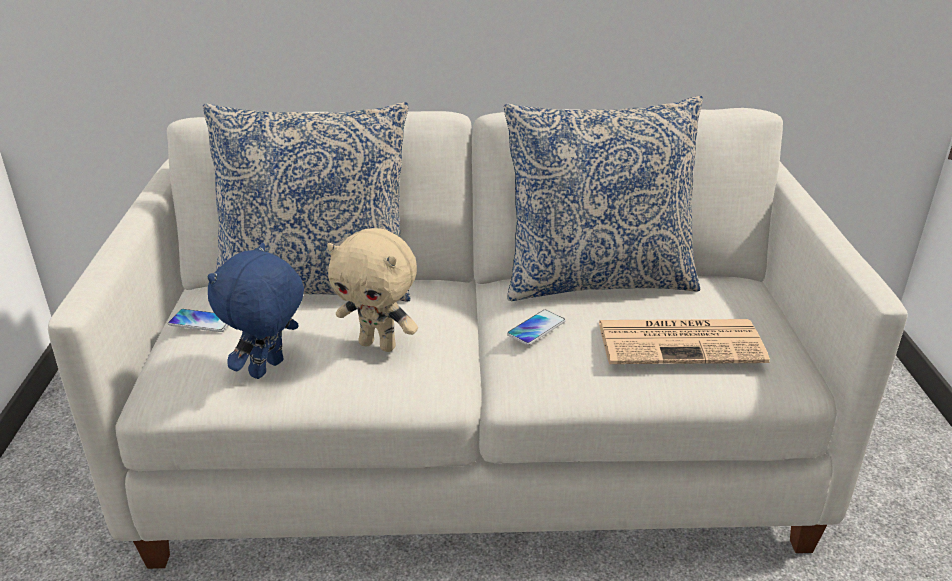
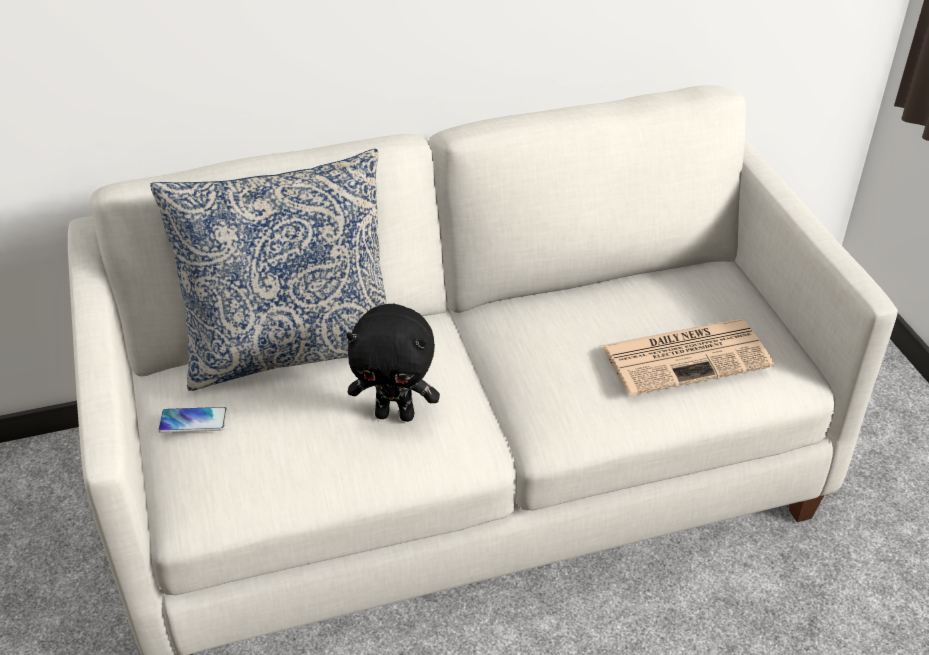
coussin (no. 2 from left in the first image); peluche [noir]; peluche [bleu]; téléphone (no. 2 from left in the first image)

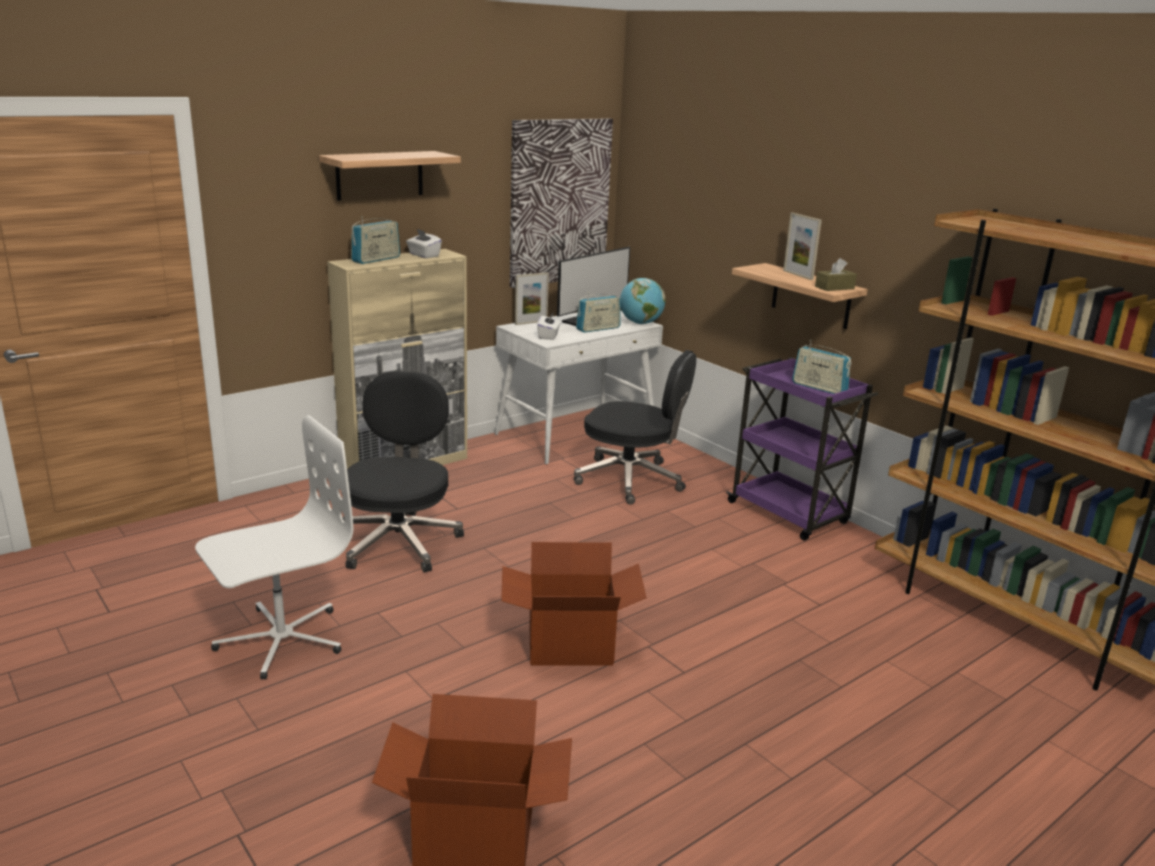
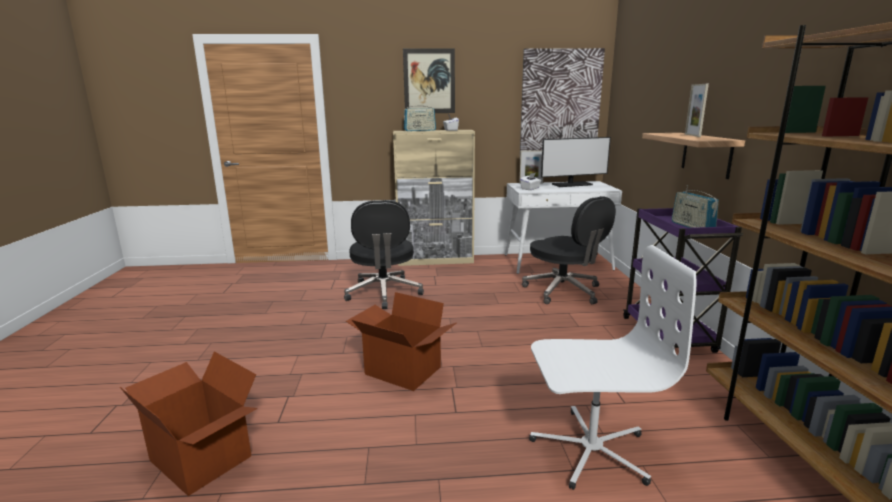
tableau (no. 1 from left); boîte à mouchoirs [marron]; globe; radio (no. 2 from left in the first image); chaise de bureau [noir] (no. 1 from left); chaise de bureau [blanc]

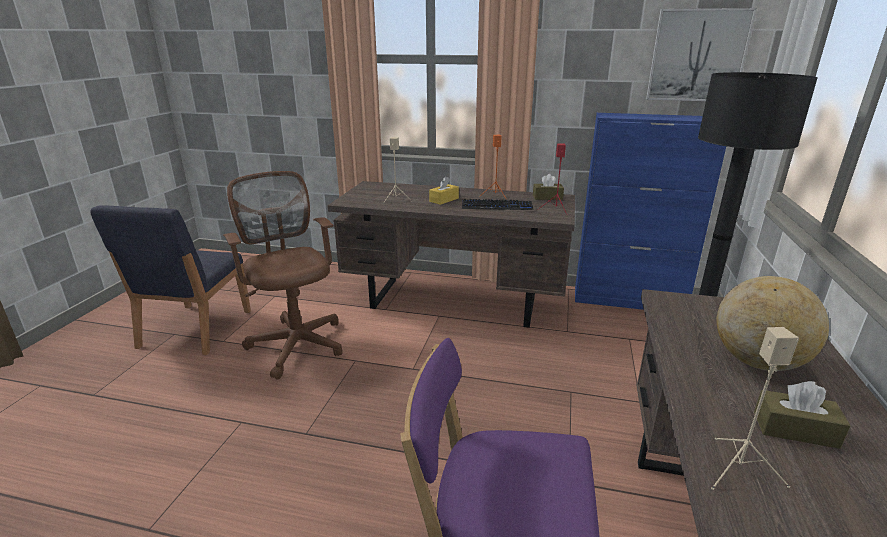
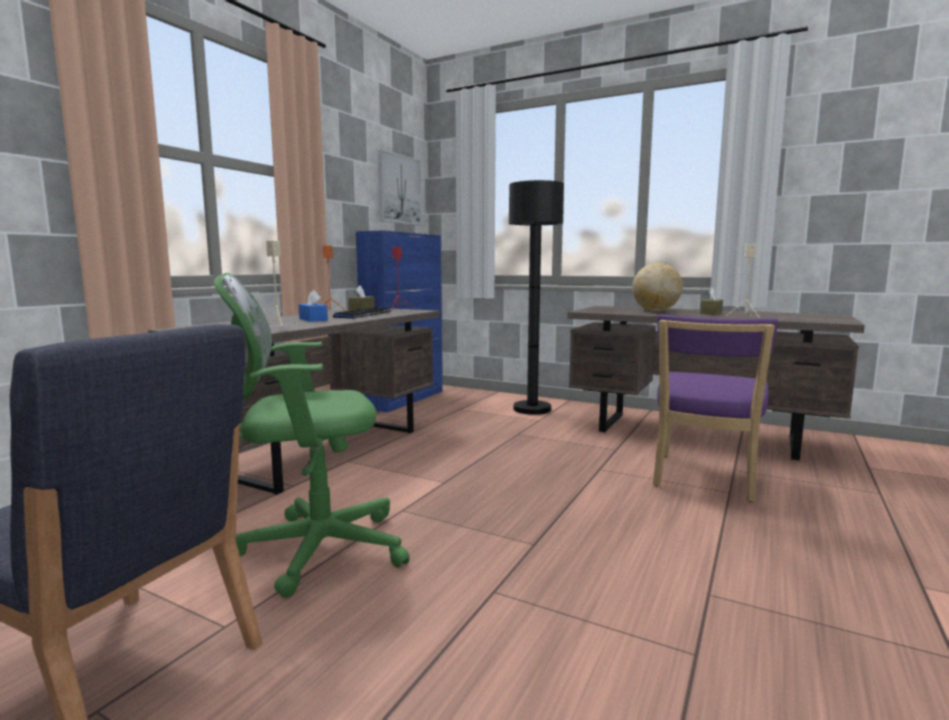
chaise de bureau [vert]; boîte à mouchoirs [bleu]

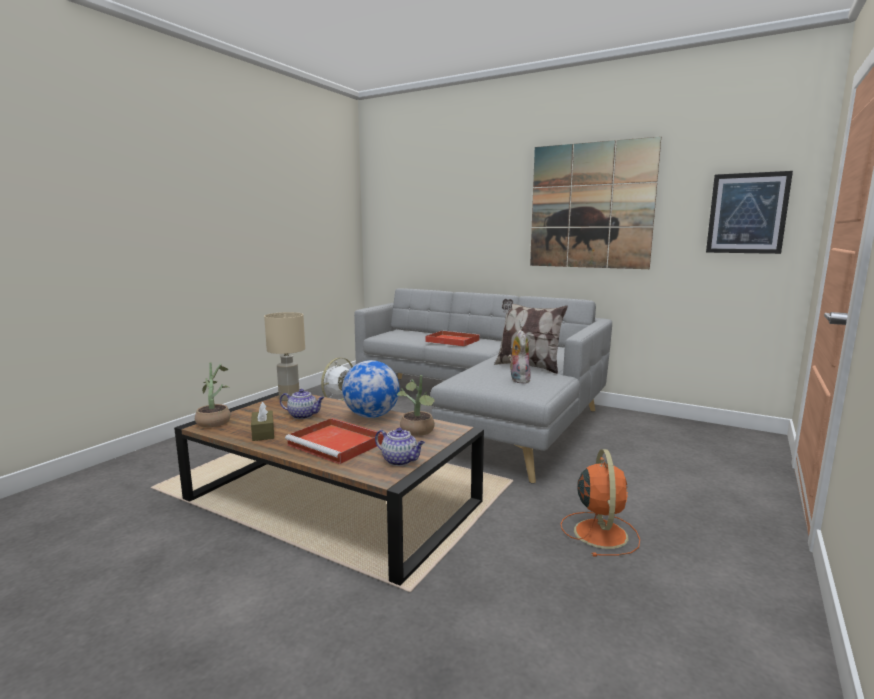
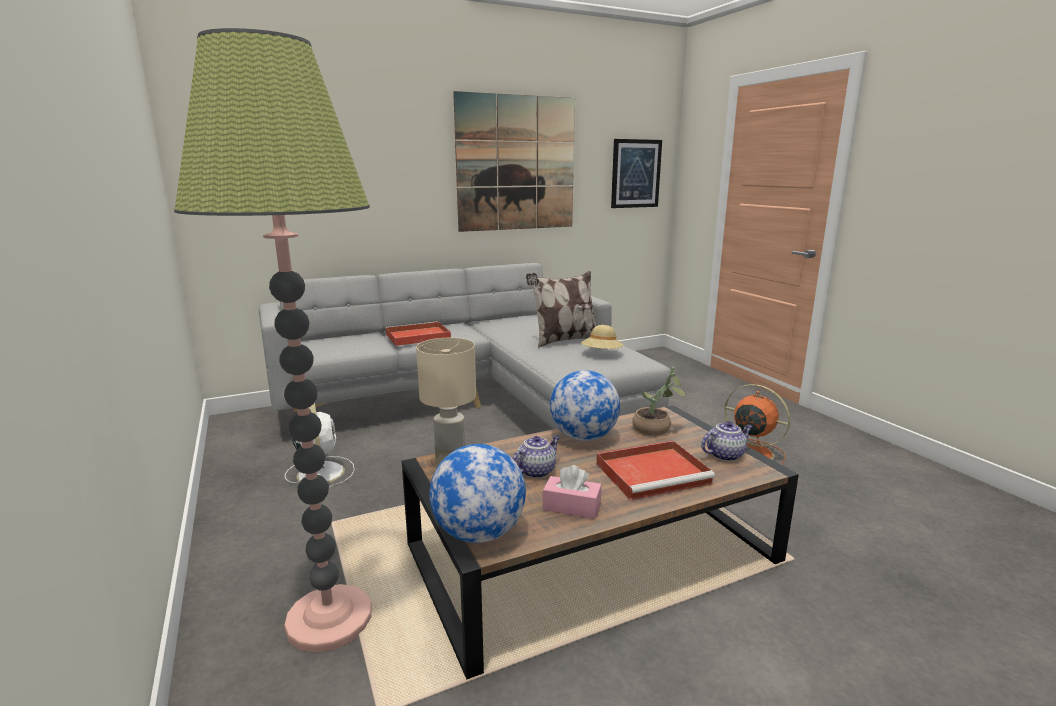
chapeau [beige]; globe (no. 1 from left); boîte à mouchoirs [rose]; lampadaire

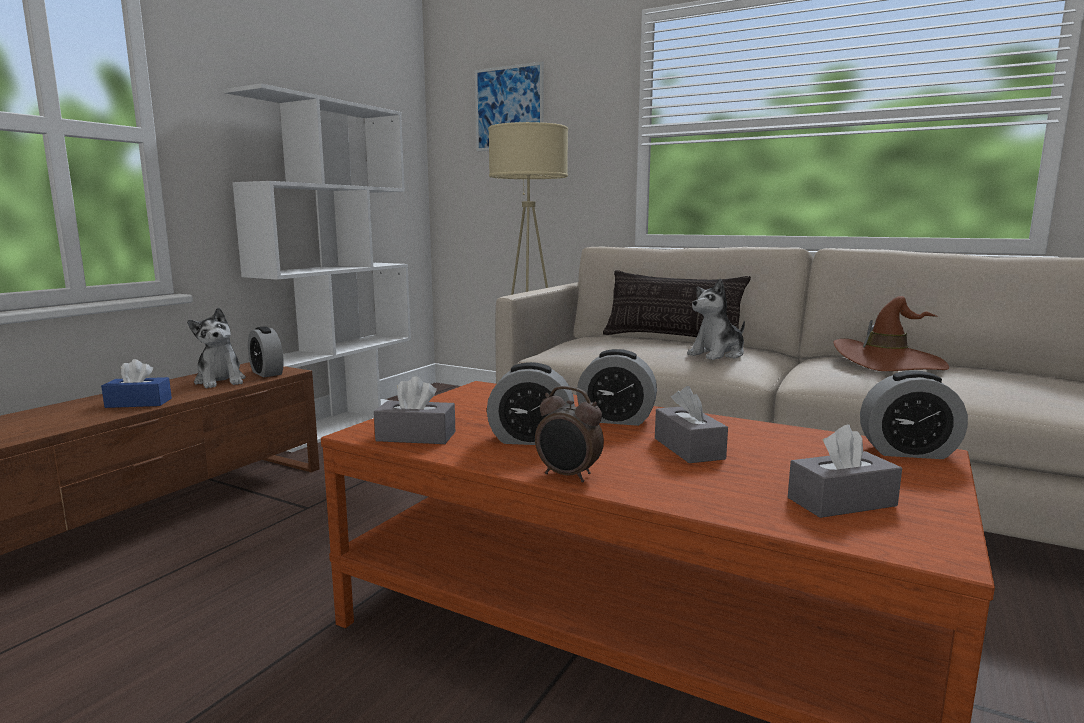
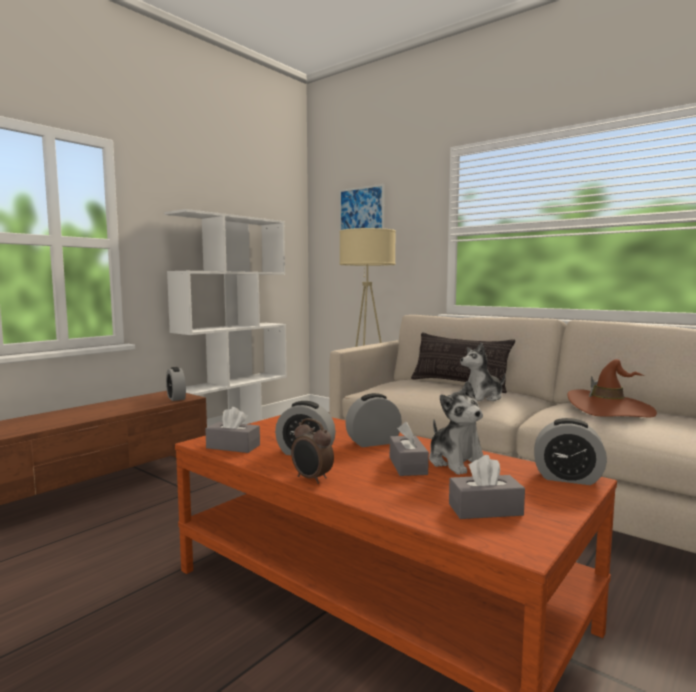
peluche (no. 1 from left); réveil (no. 4 from left); boîte à mouchoirs [bleu]

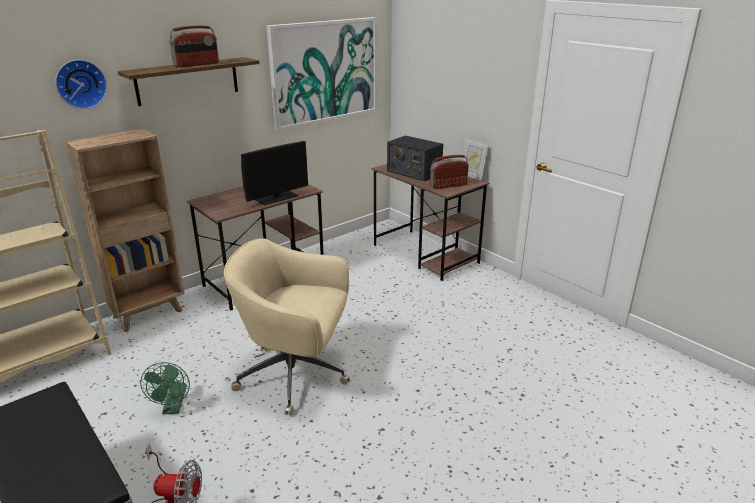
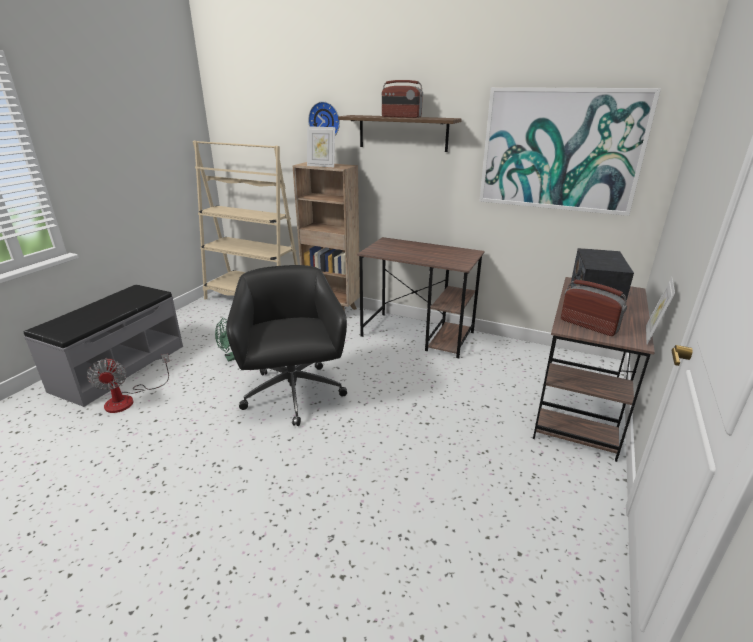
écran d'ordinateur; chaise de bureau [noir]; cadre photo (no. 1 from left)

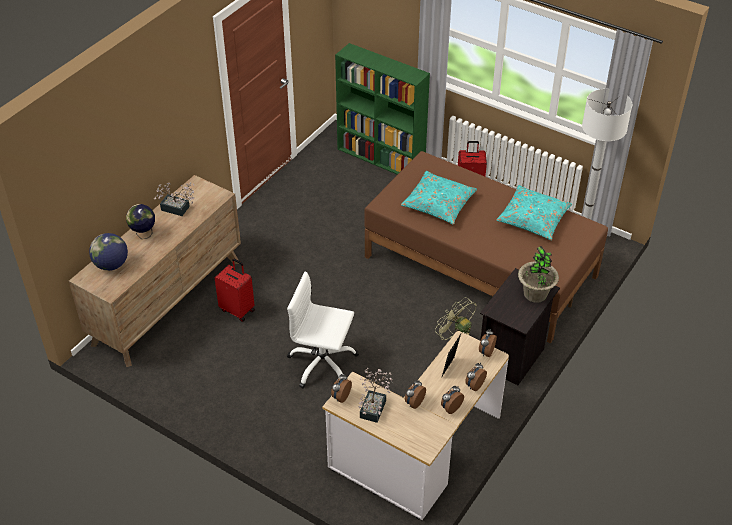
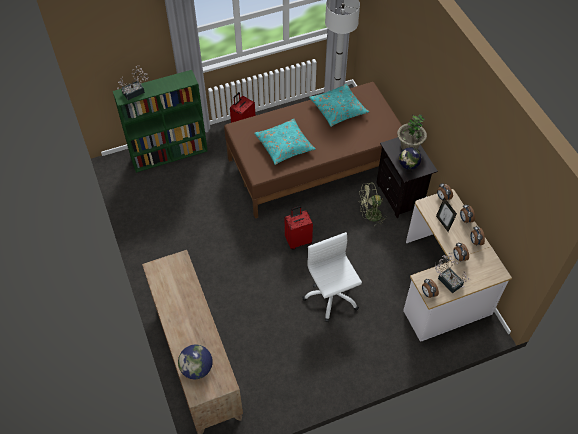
plante en pot (no. 1 from left); globe (no. 2 from left); valise [rouge] (no. 2 from left); chaise de bureau [blanc]

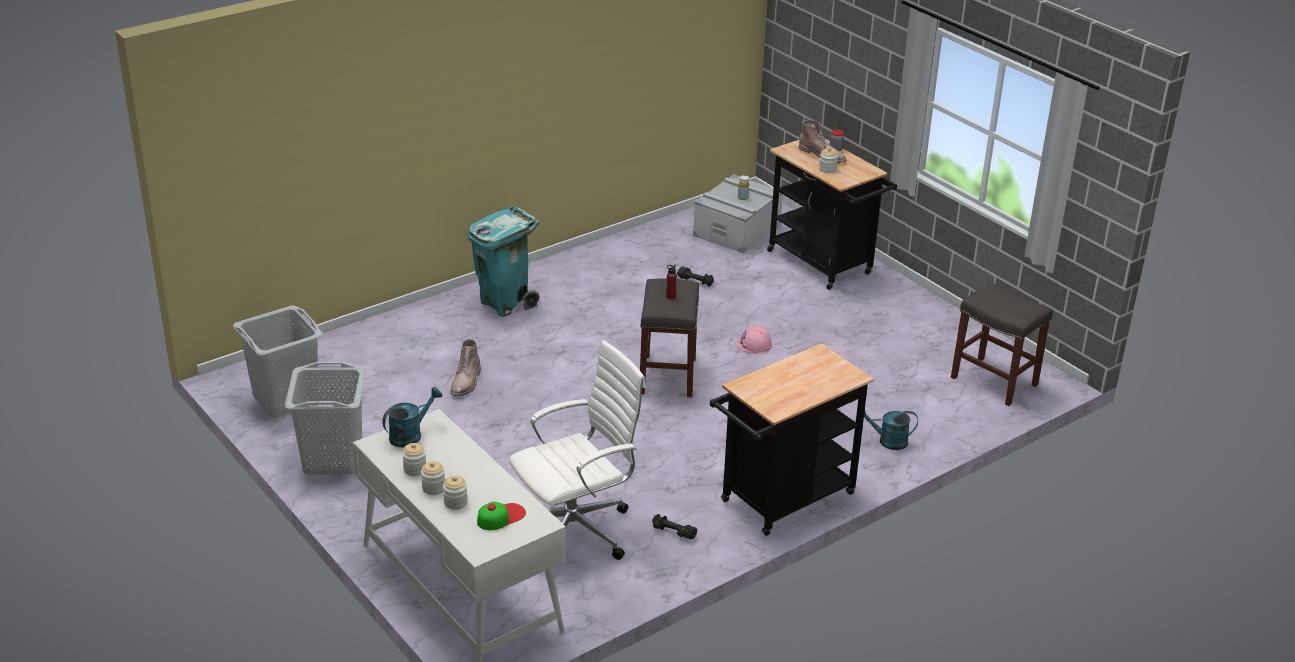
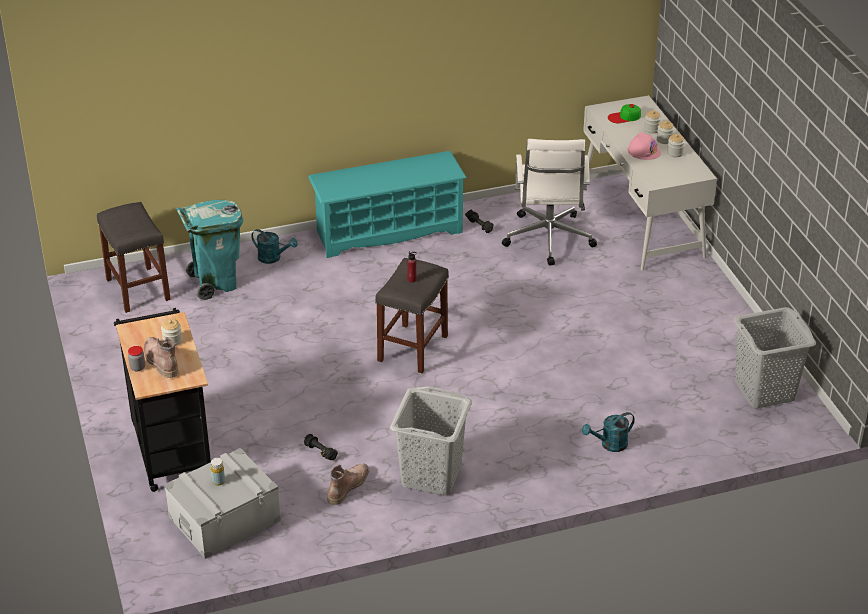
poubelle [turquoise]; casque de chantier [rose]; botte [marron] (no. 2 from left); chaise de bureau [blanc]; étagère à chaussures [turquoise]; panier à linge [gris] (no. 1 from left); arrosoir [turquoise] (no. 2 from left)

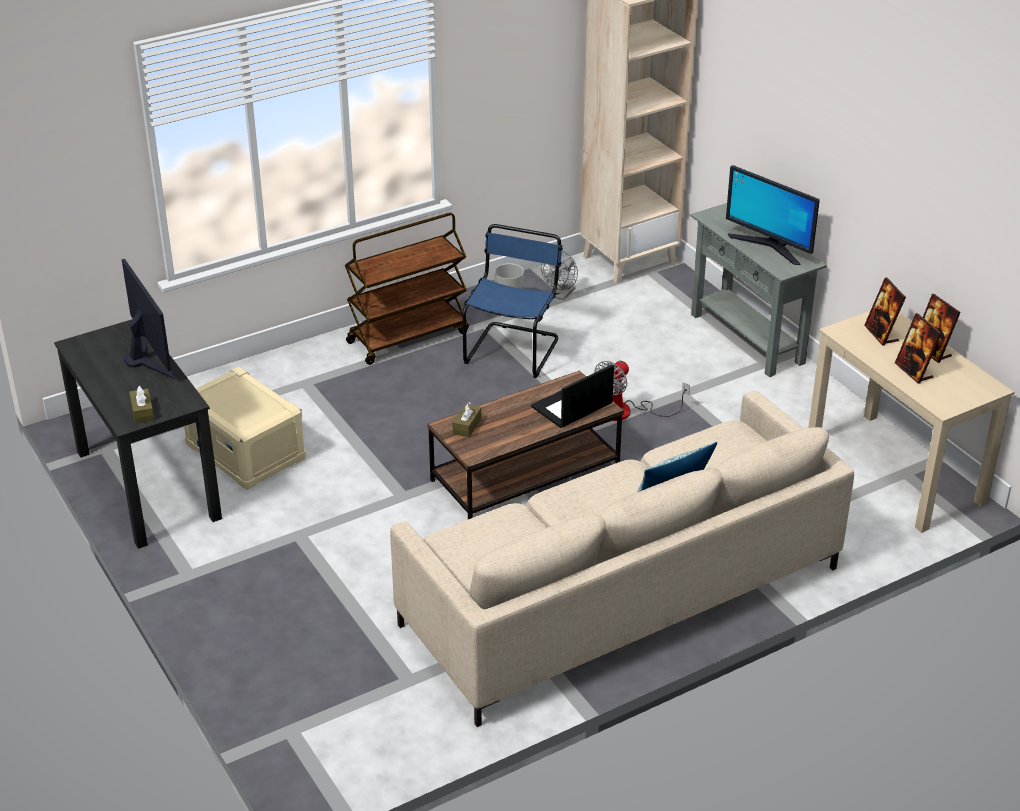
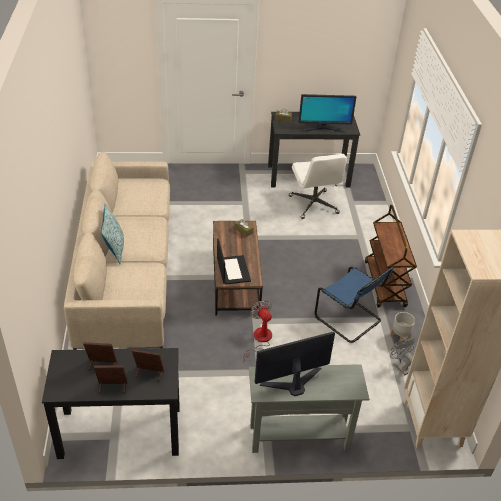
bureau [noir] (no. 1 from left); chaise de bureau [blanc]

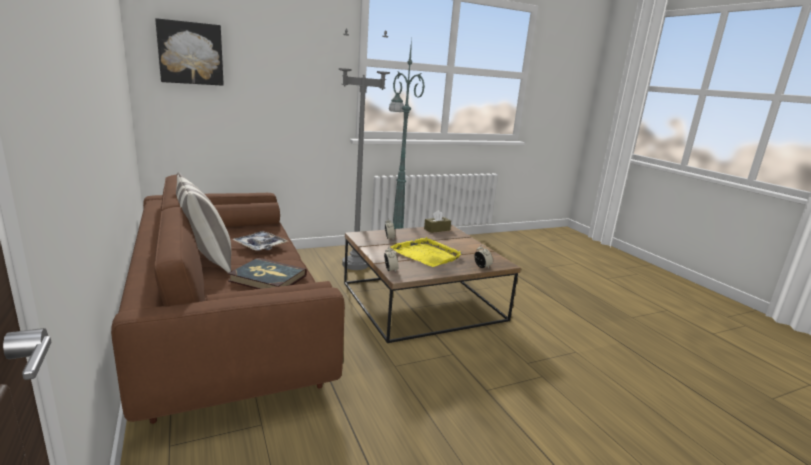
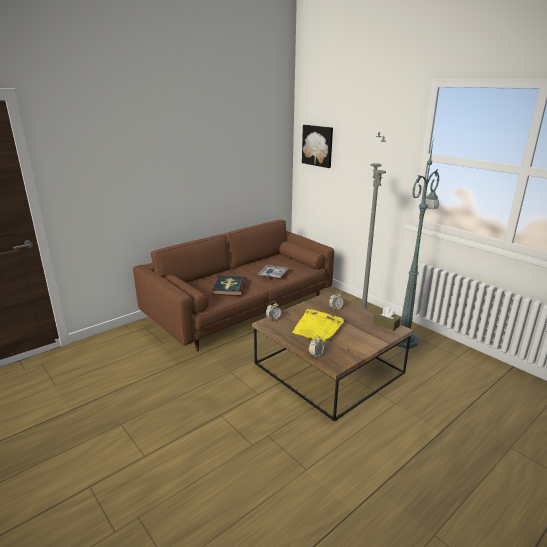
coussin

